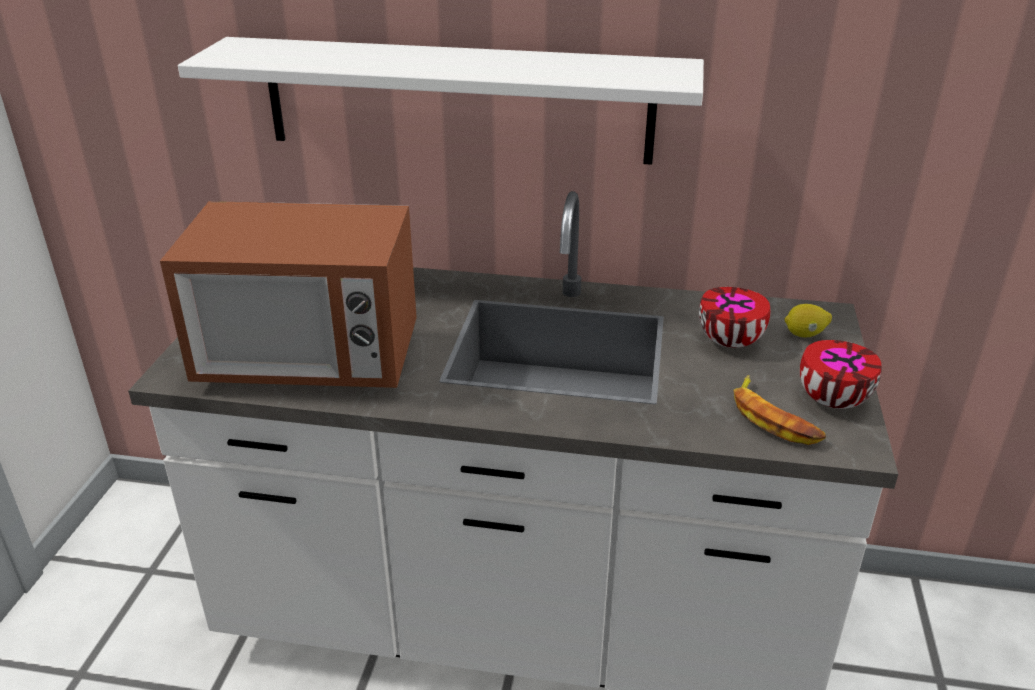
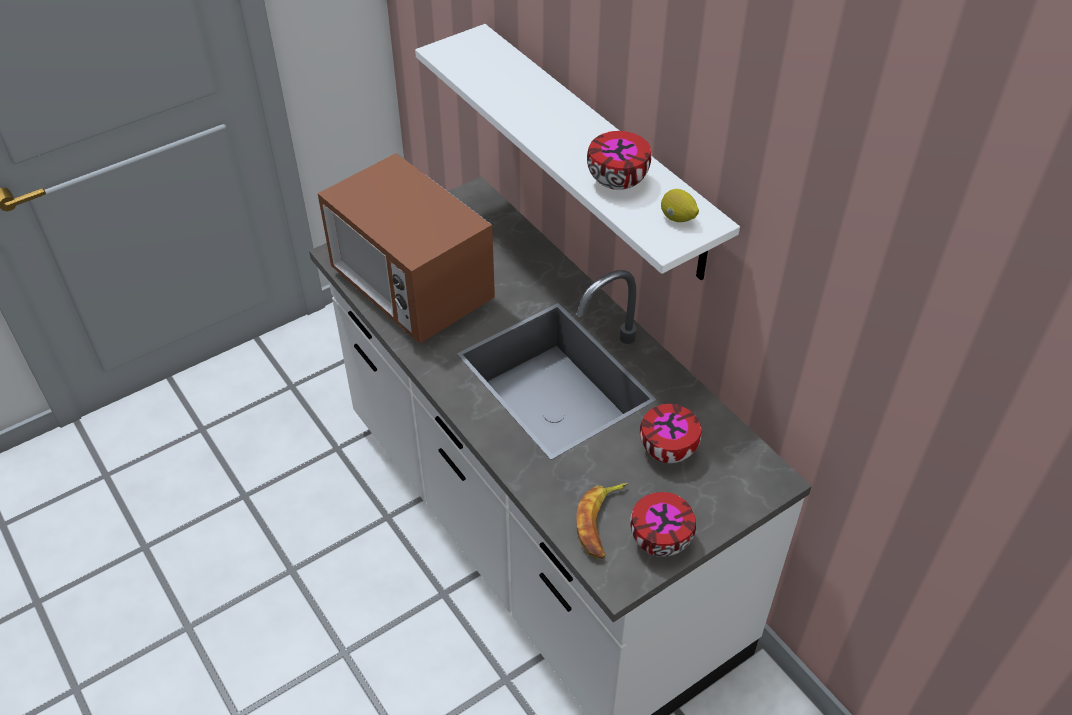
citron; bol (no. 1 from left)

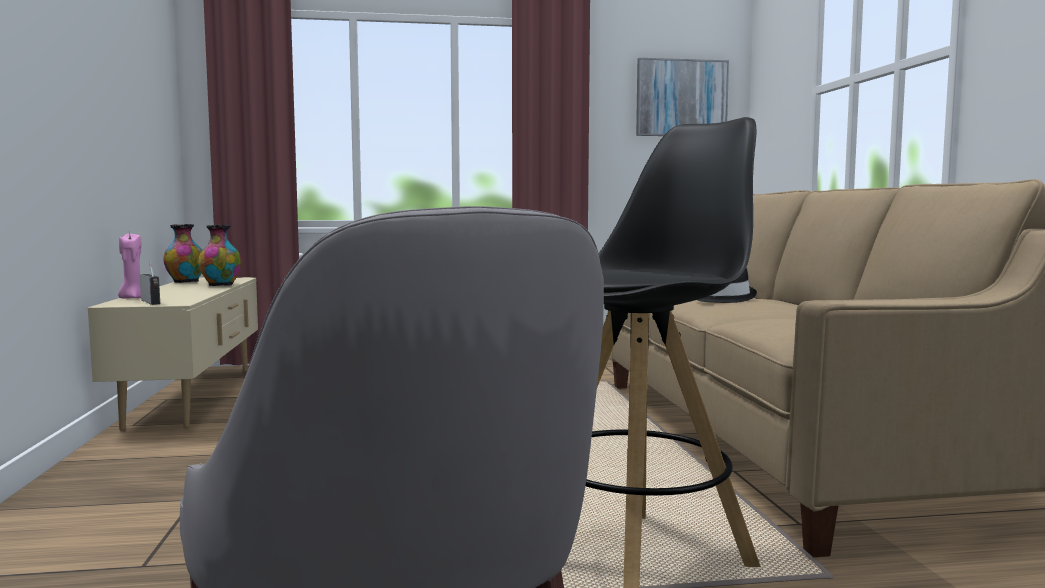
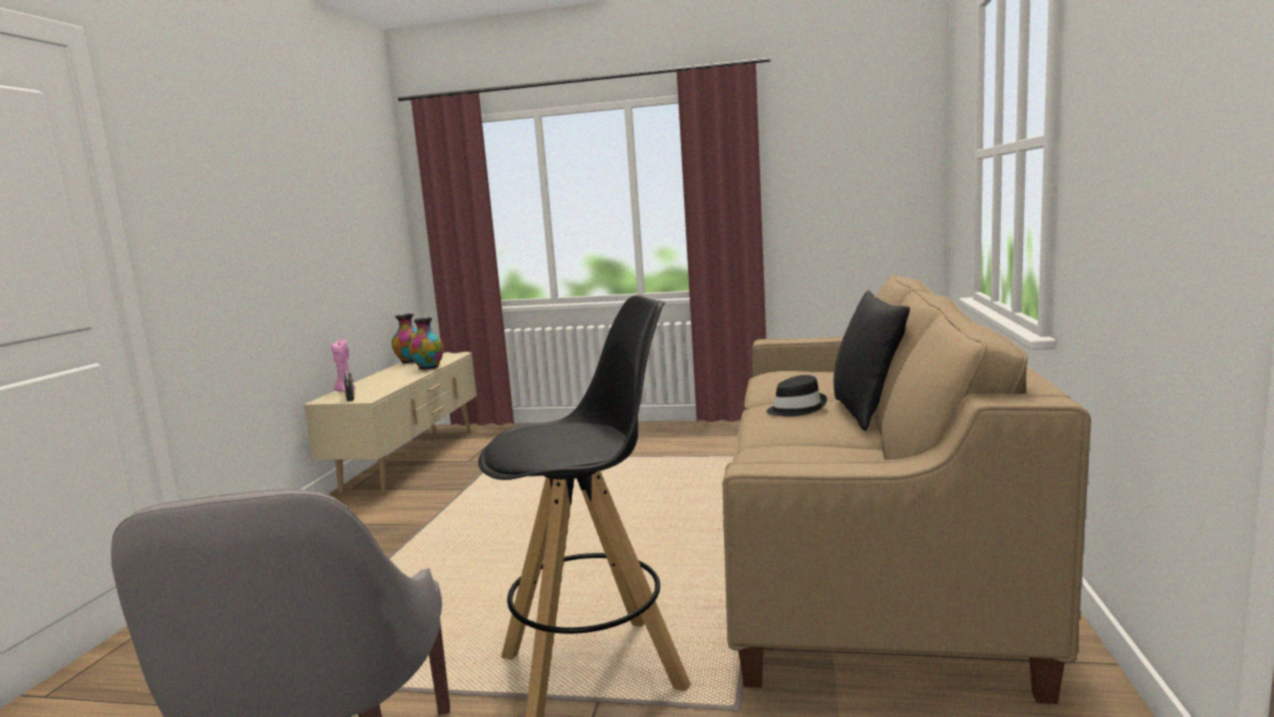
tableau; coussin [noir]

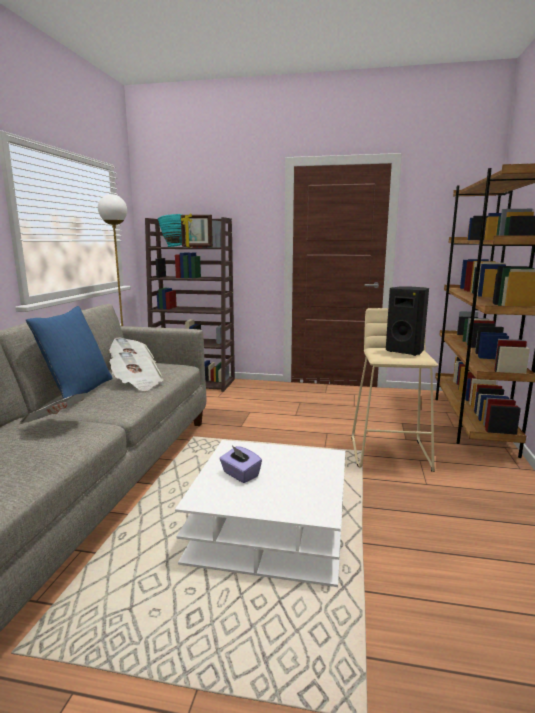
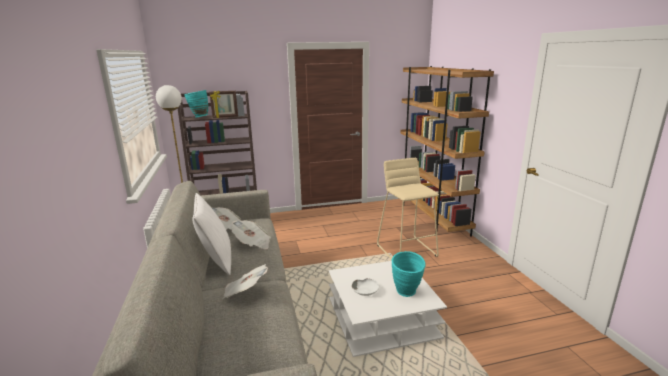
enceinte [noir]; coussin [blanc]; bol [blanc]; vase [turquoise] (no. 2 from left)

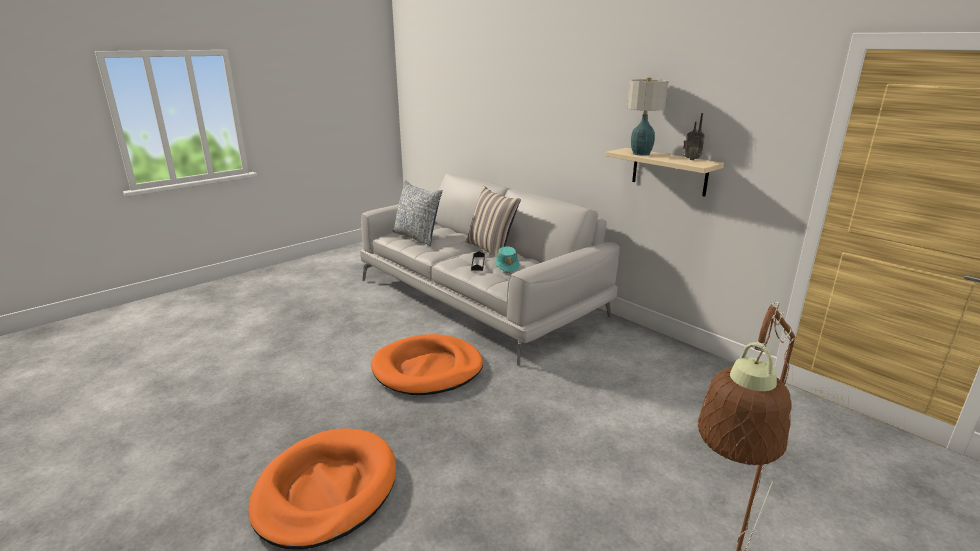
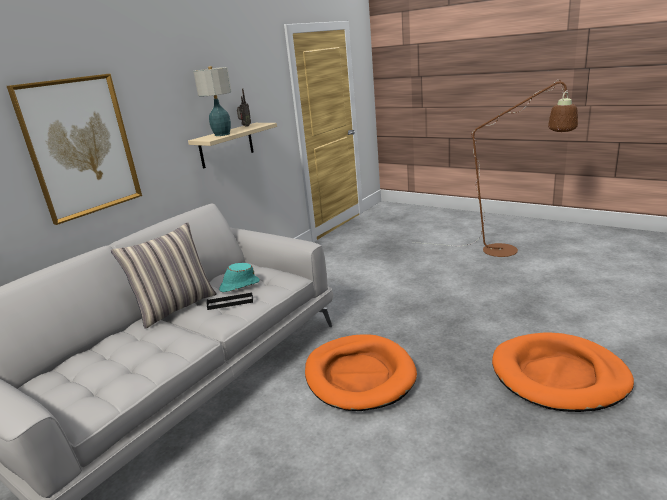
coussin (no. 1 from left in the first image); tableau

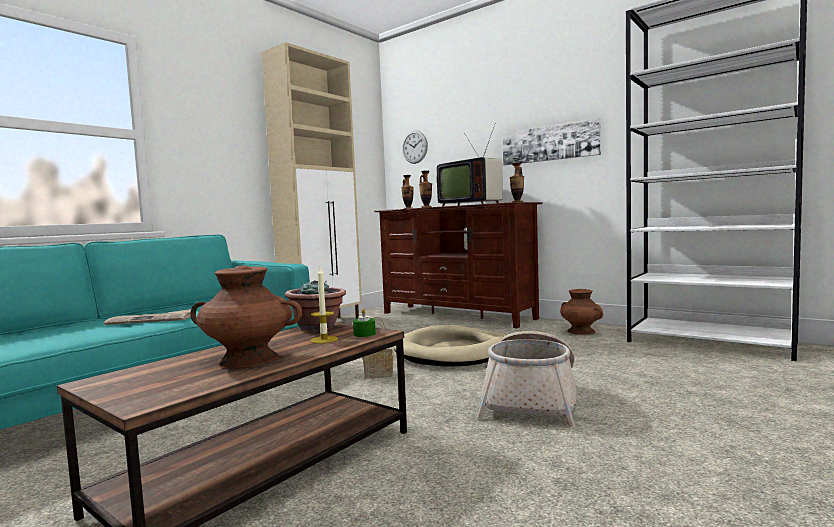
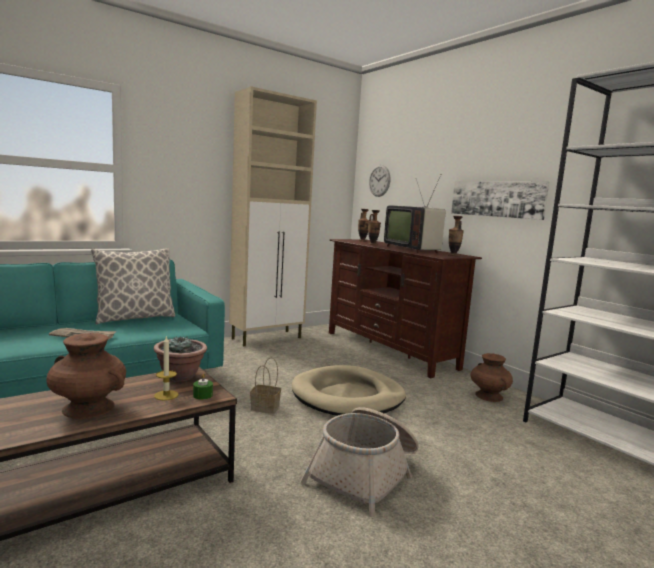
coussin

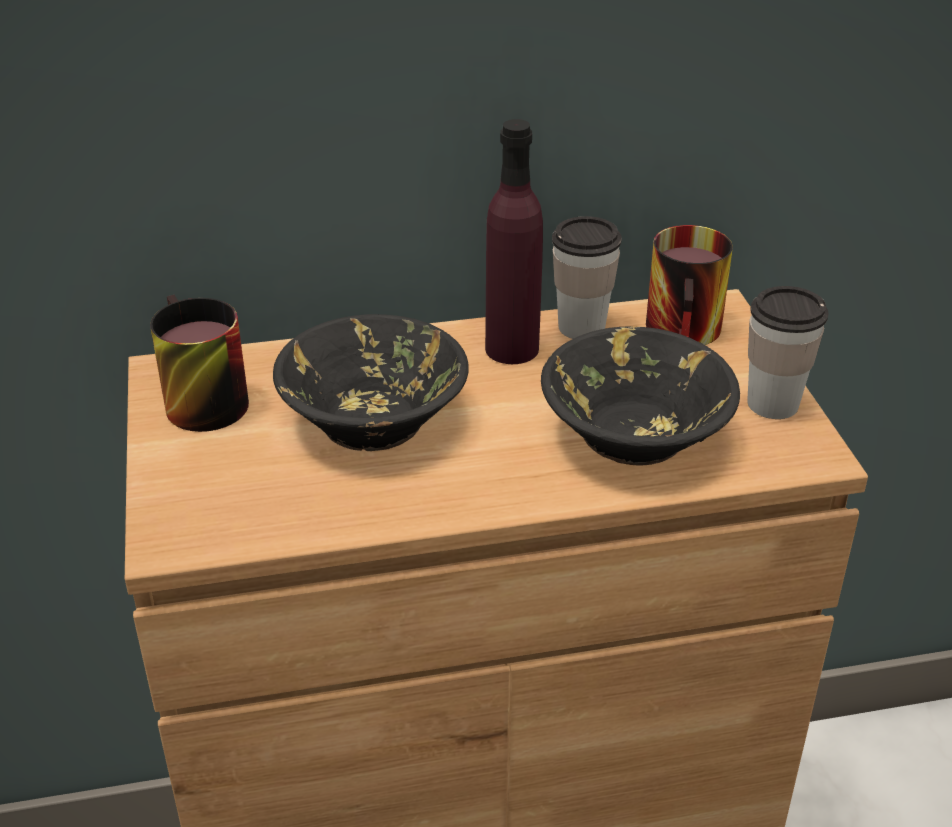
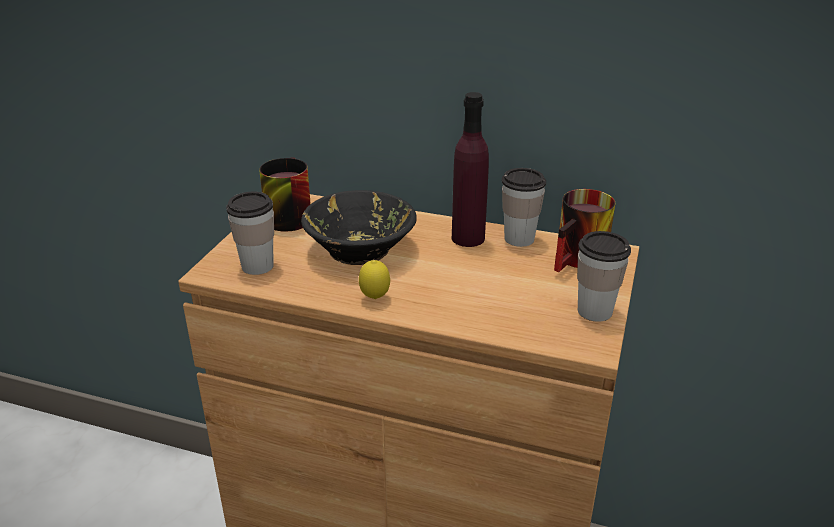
bol [noir] (no. 2 from left in the first image); tasse (no. 1 from left); citron

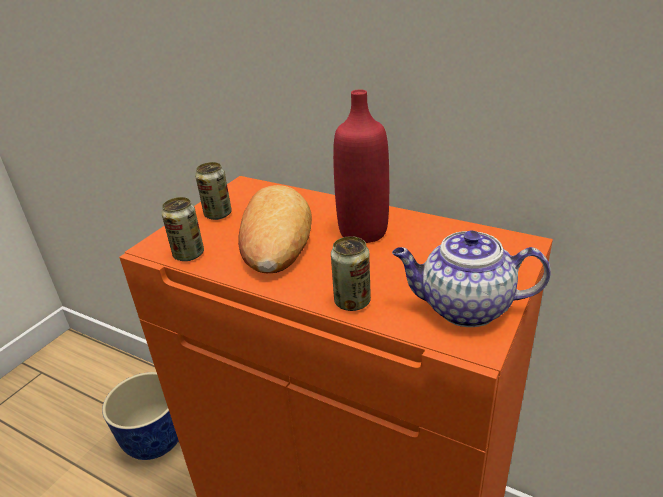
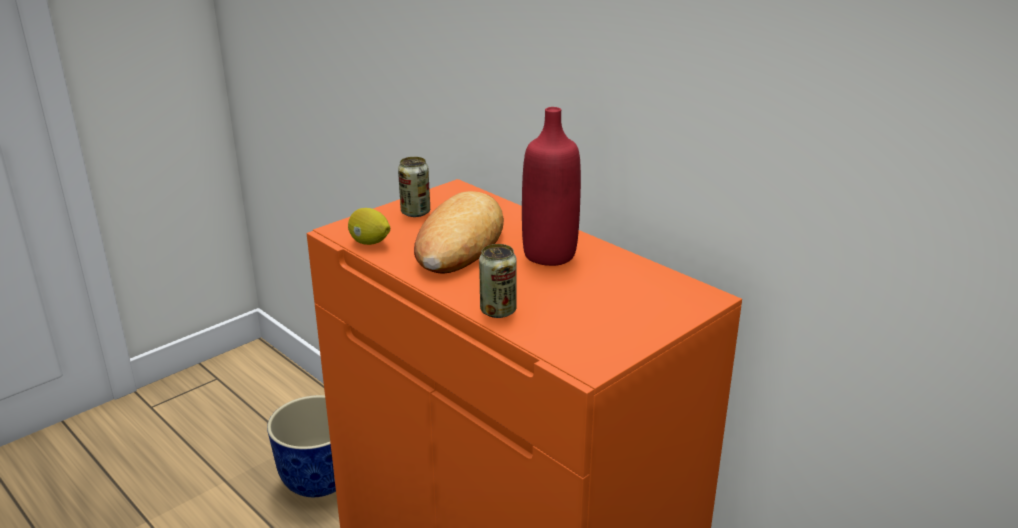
citron; théière

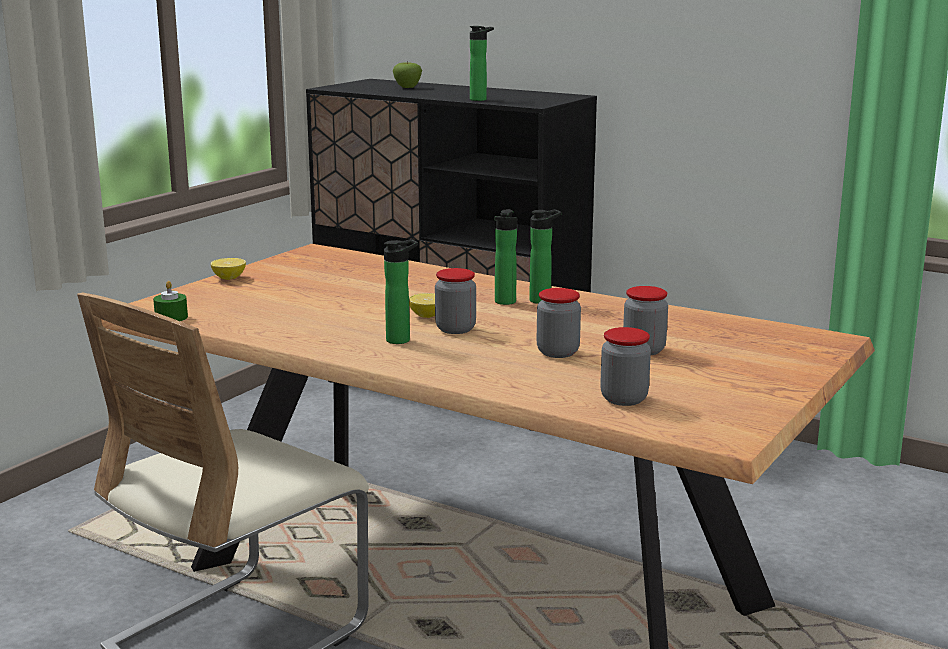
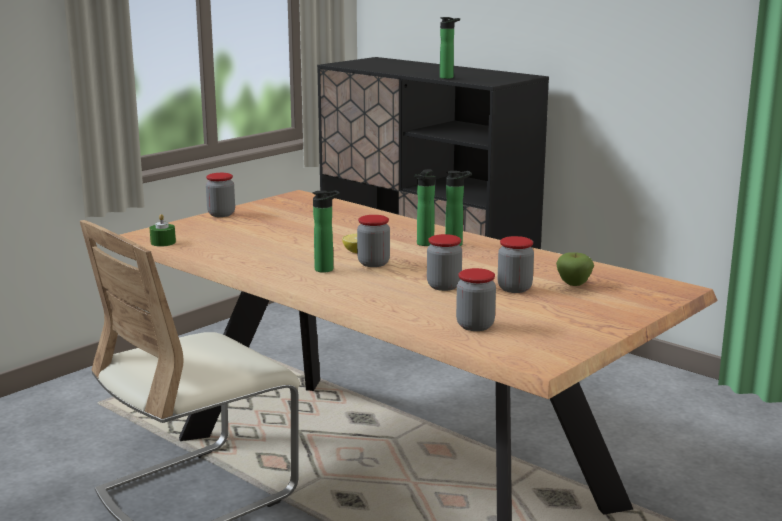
pomme; bocal (no. 1 from left)

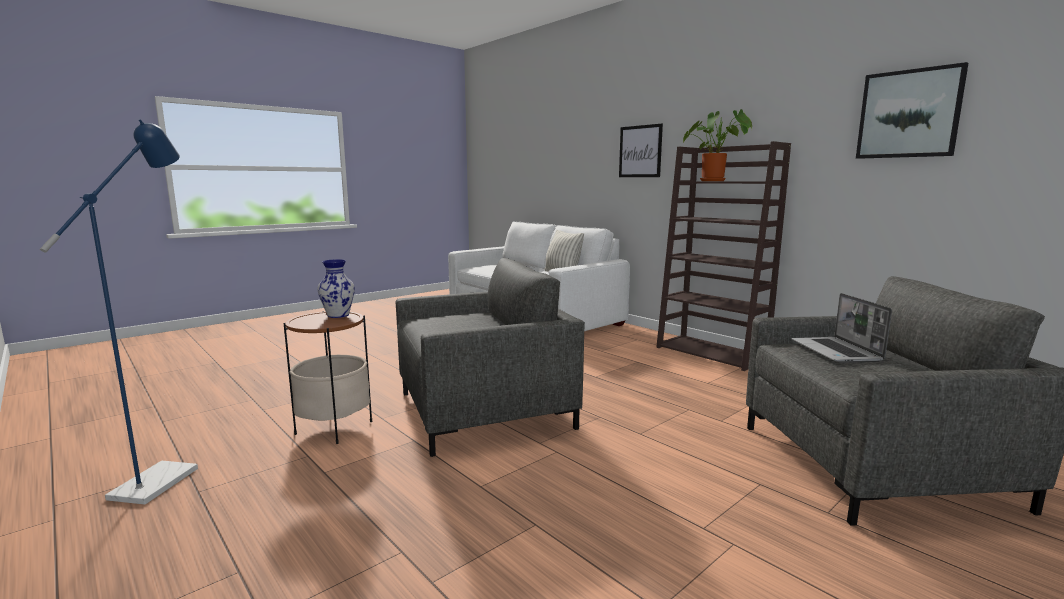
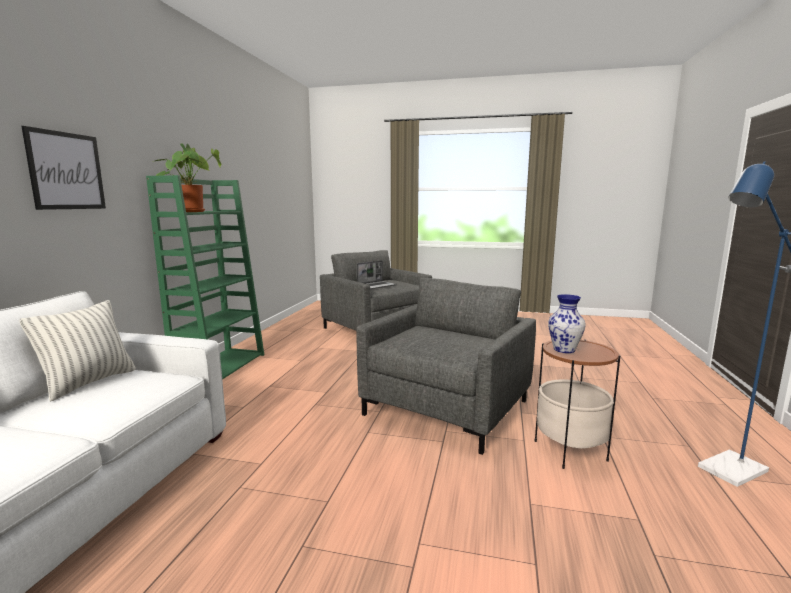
tableau (no. 2 from left in the first image); bibliothèque [vert]; fauteuil [gris] (no. 2 from left)

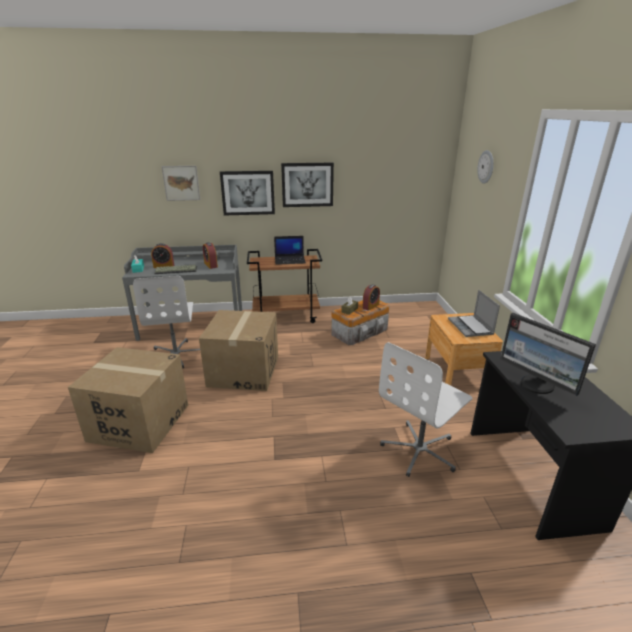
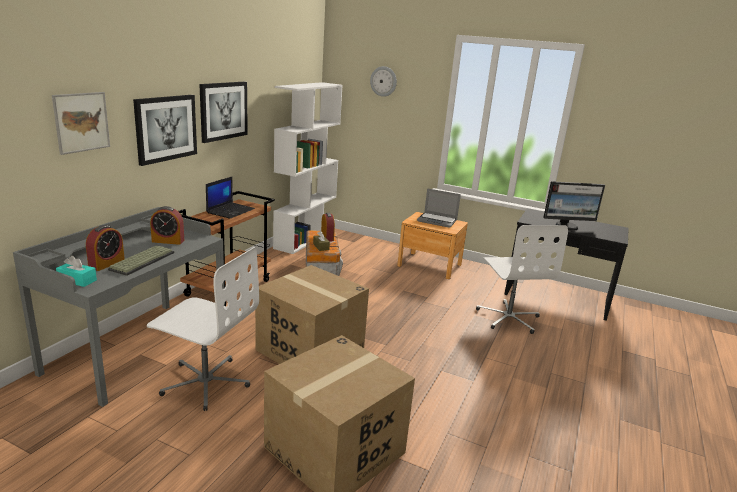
bibliothèque [blanc]

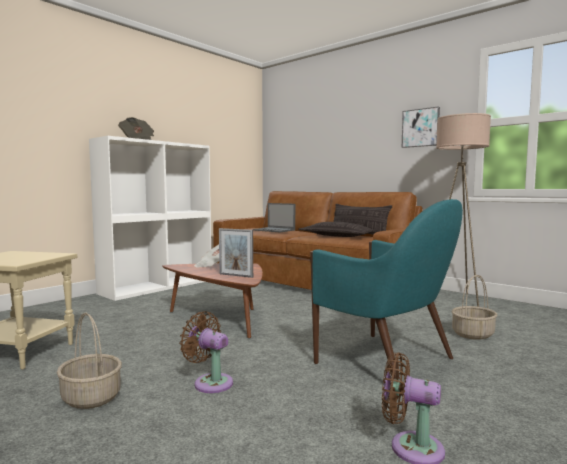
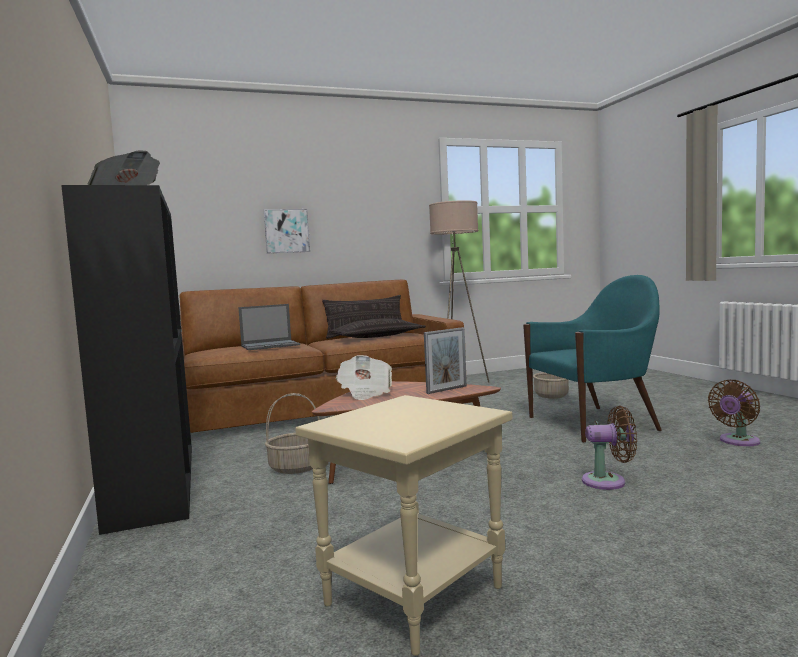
tableau; bibliothèque [noir]; ventilateur [marron] (no. 1 from left); panier (no. 1 from left)

